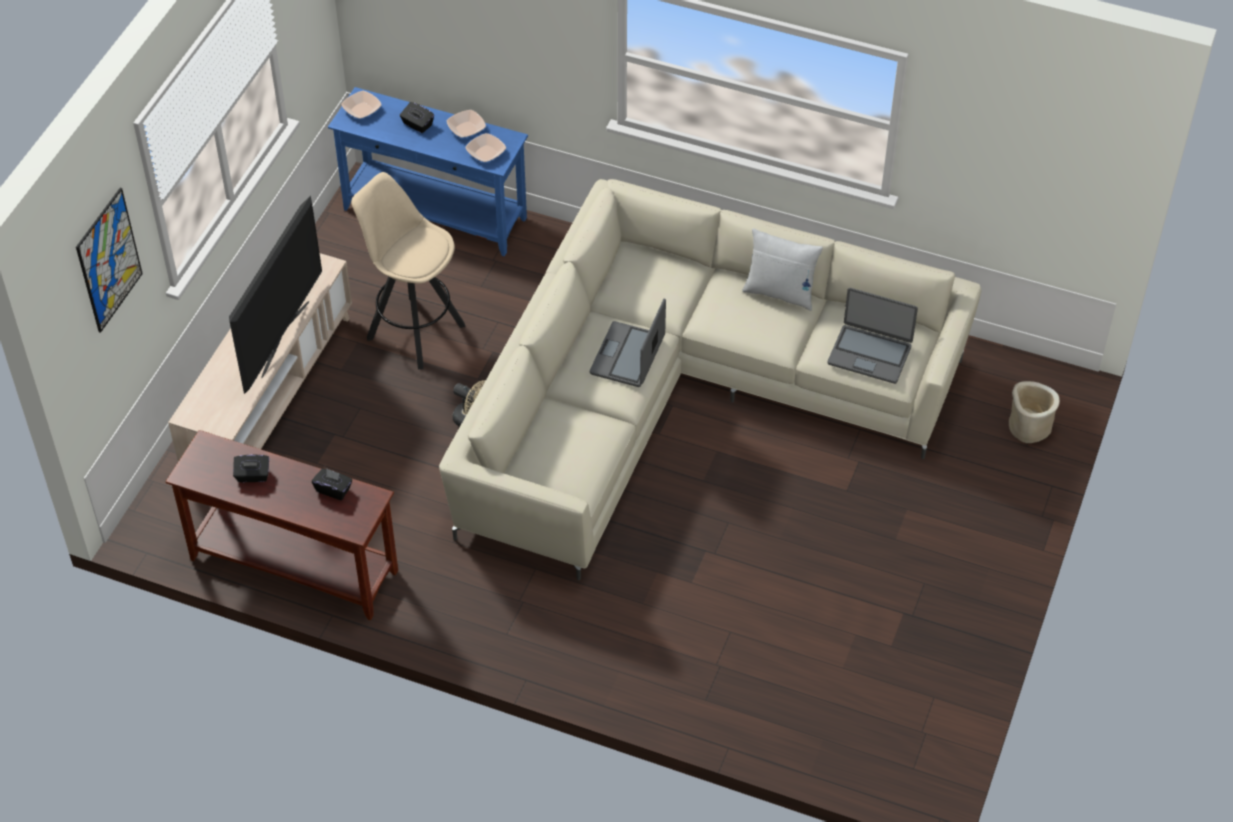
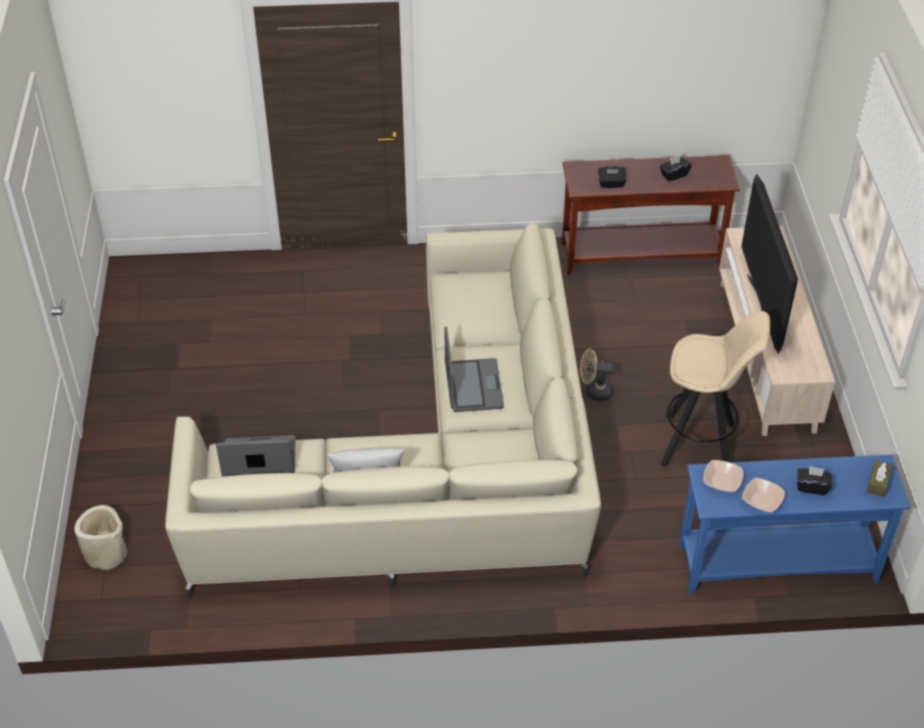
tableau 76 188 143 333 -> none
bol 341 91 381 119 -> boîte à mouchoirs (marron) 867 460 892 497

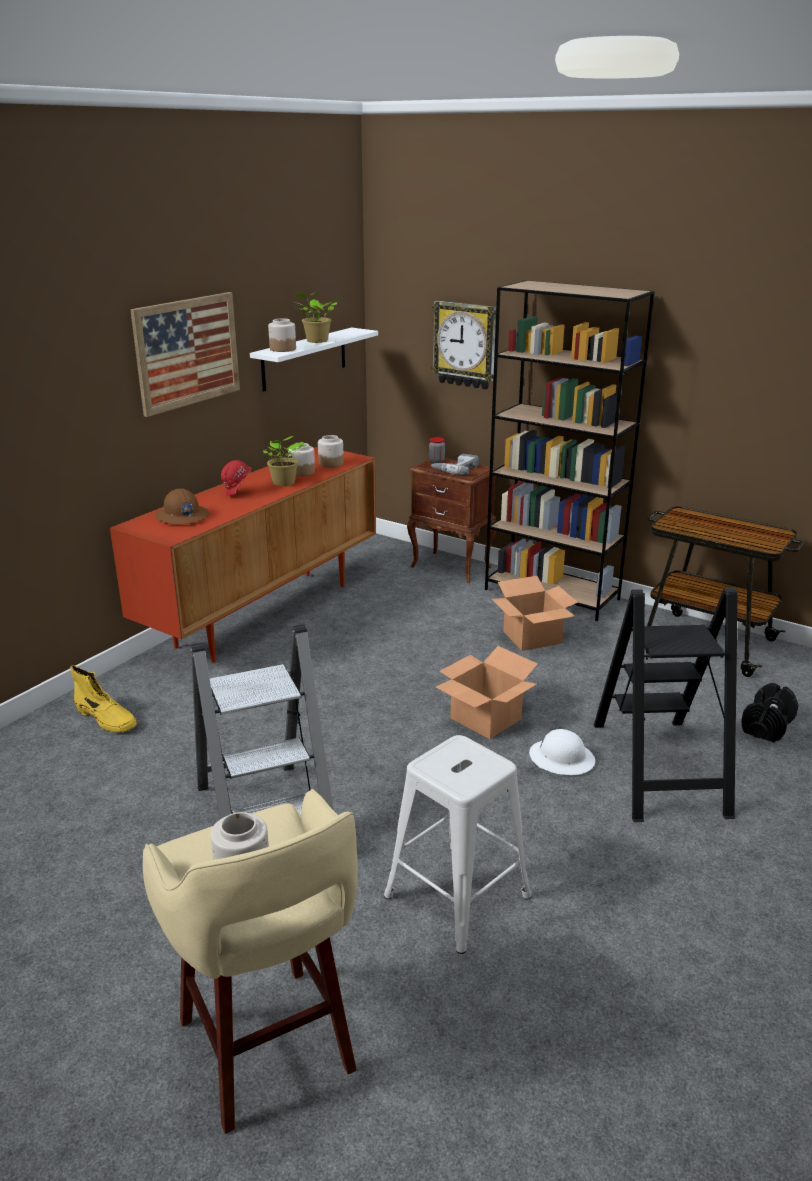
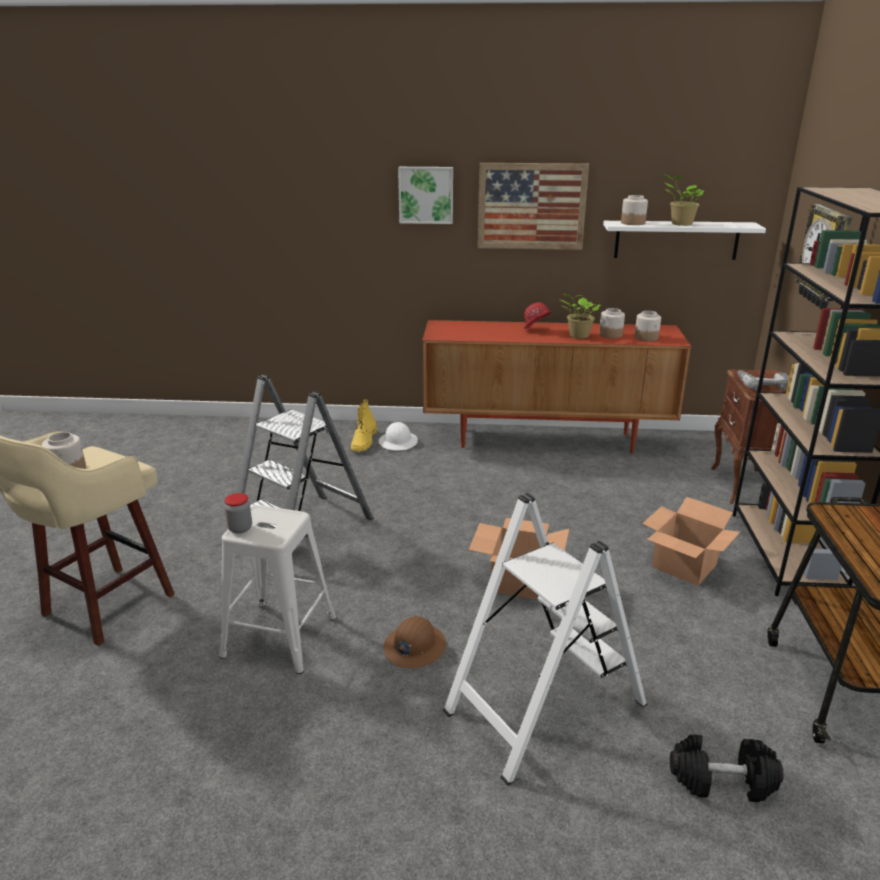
none -> tableau 398 167 453 224
casque de chantier (marron) 155 489 209 524 -> casque de chantier (marron) 383 616 446 668, relocated
bocal 429 437 445 463 -> bocal 224 493 252 534, relocated
casque de chantier (blanc) 529 729 595 775 -> casque de chantier (blanc) 379 422 418 450, relocated
escabeau (noir) 593 587 738 822 -> escabeau (blanc) 443 493 648 786

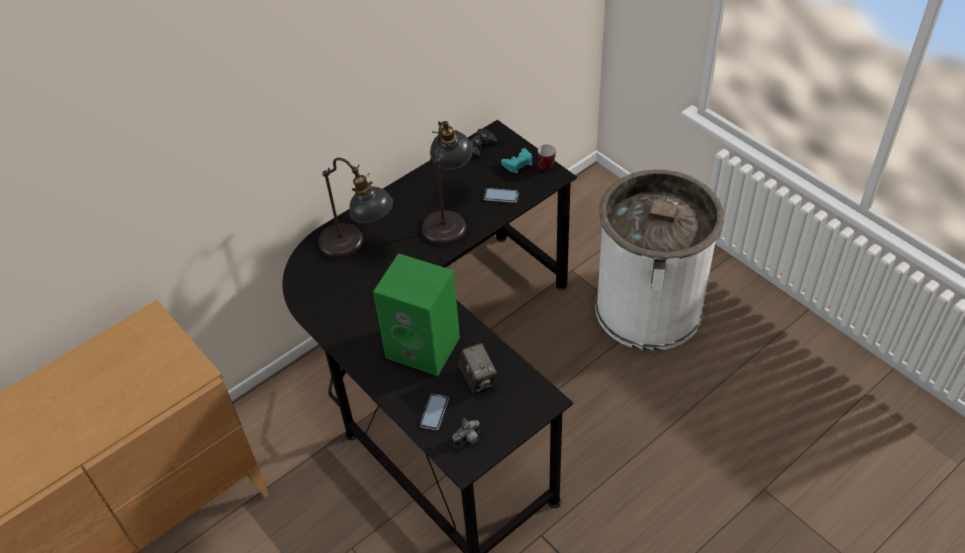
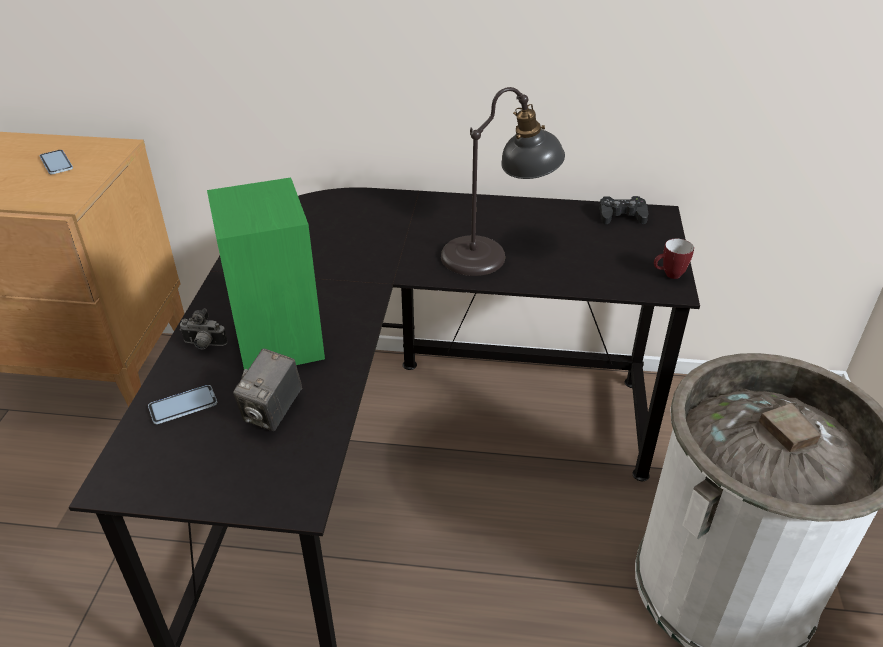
lampe de table (gris) 318 158 393 258 -> none
manette (turquoise) 501 148 532 173 -> none
appareil photo 452 418 480 447 -> appareil photo 180 308 228 349, relocated
téléphone 483 188 519 203 -> téléphone 39 150 73 174, relocated

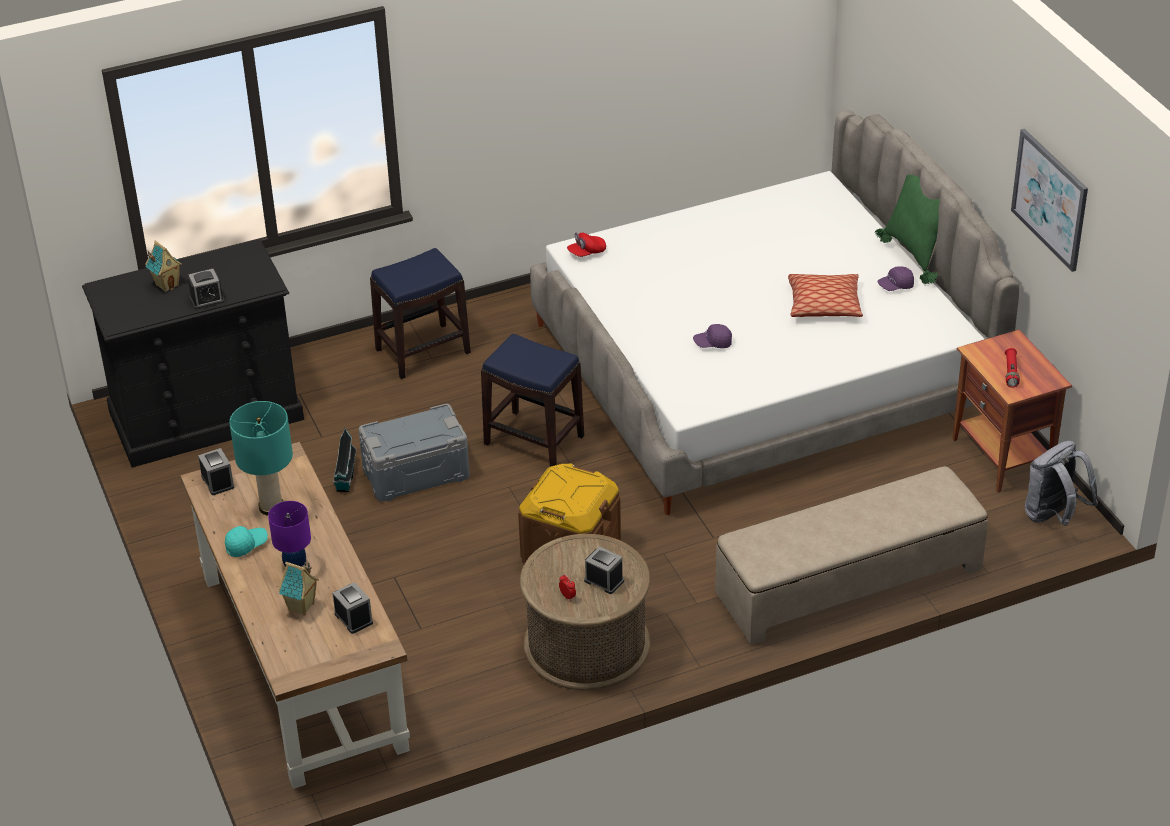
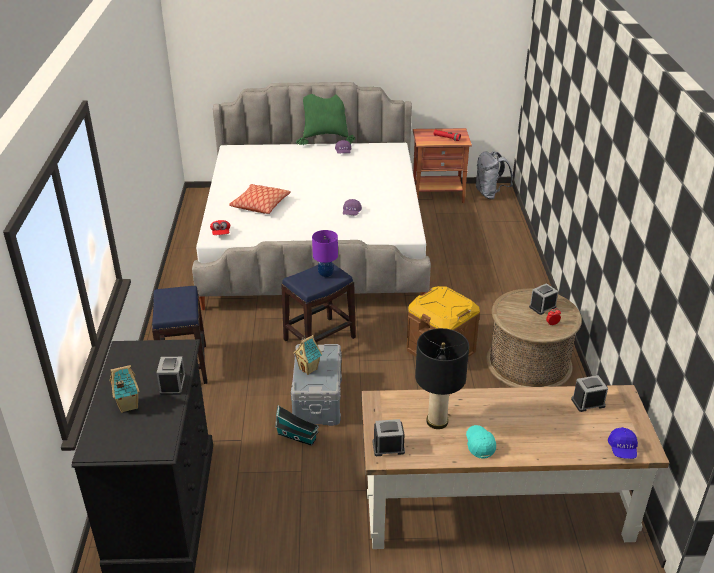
banc (beige) 715 466 988 644 -> none
tableau 1011 129 1088 272 -> none
none -> casquette (bleu) 608 427 638 459
lampe de table (violet) 268 501 311 567 -> lampe de table (violet) 312 230 338 277, relocated
maison miniature 278 562 319 616 -> maison miniature 293 335 322 375, relocated
coussin 788 274 863 317 -> coussin 229 184 291 214, relocated
lampe de table (turquoise) 229 401 293 516 -> lampe de table (noir) 415 328 469 429

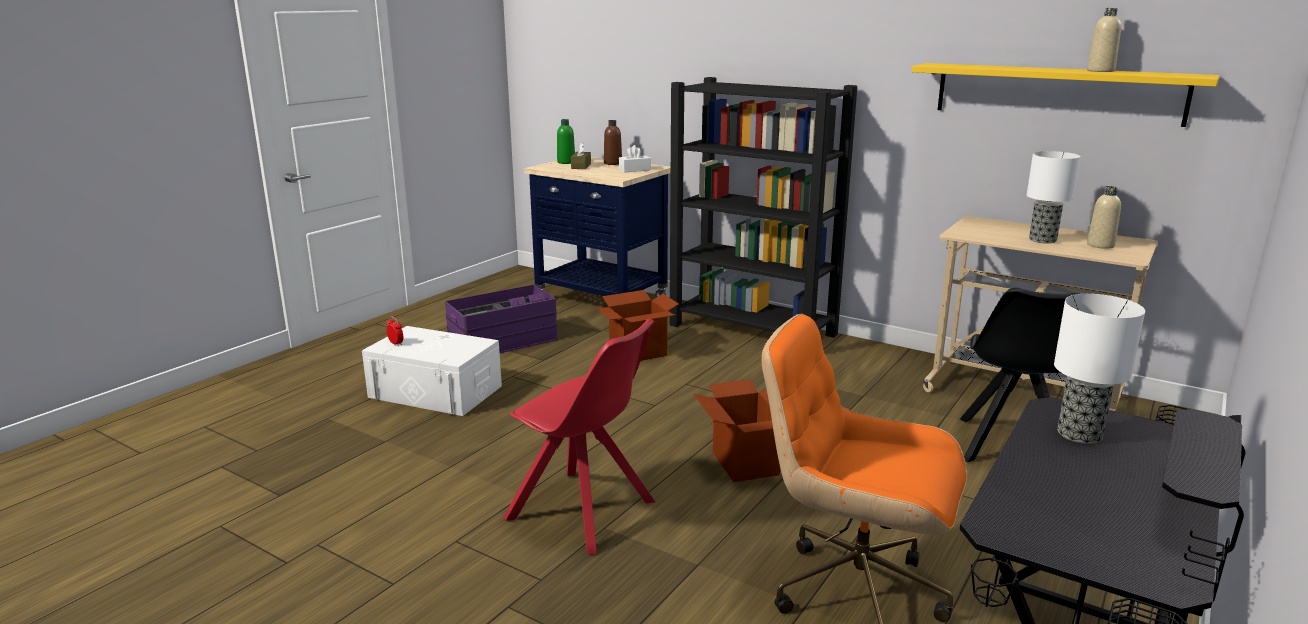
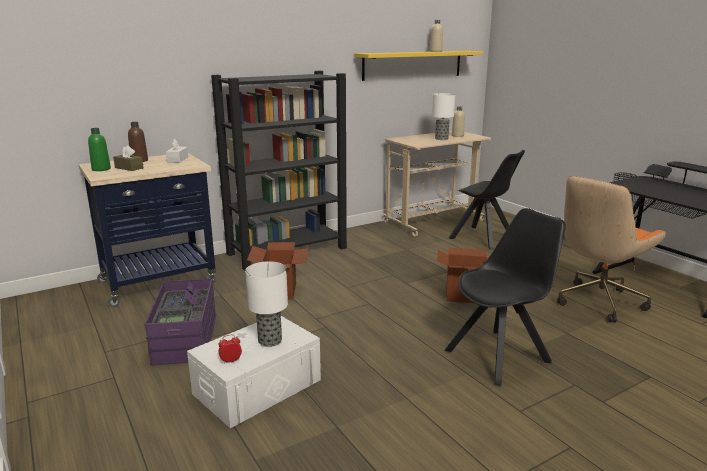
lampe de table 1054 294 1145 444 -> lampe de table 245 261 288 347, relocated
chaise (rouge) 504 319 655 555 -> chaise (noir) 445 208 566 386

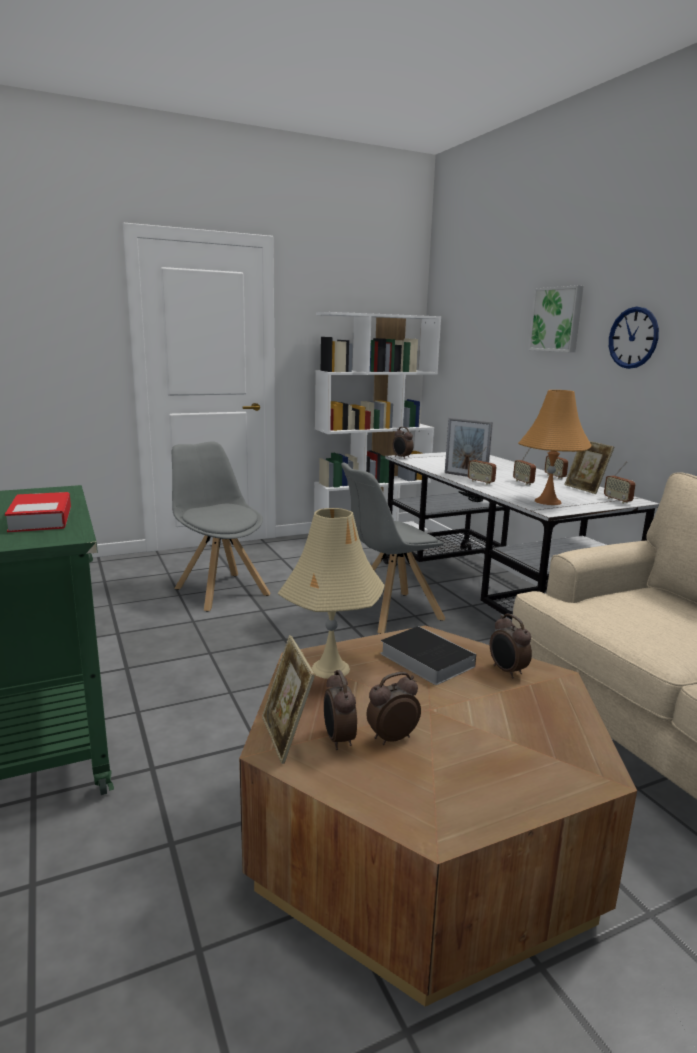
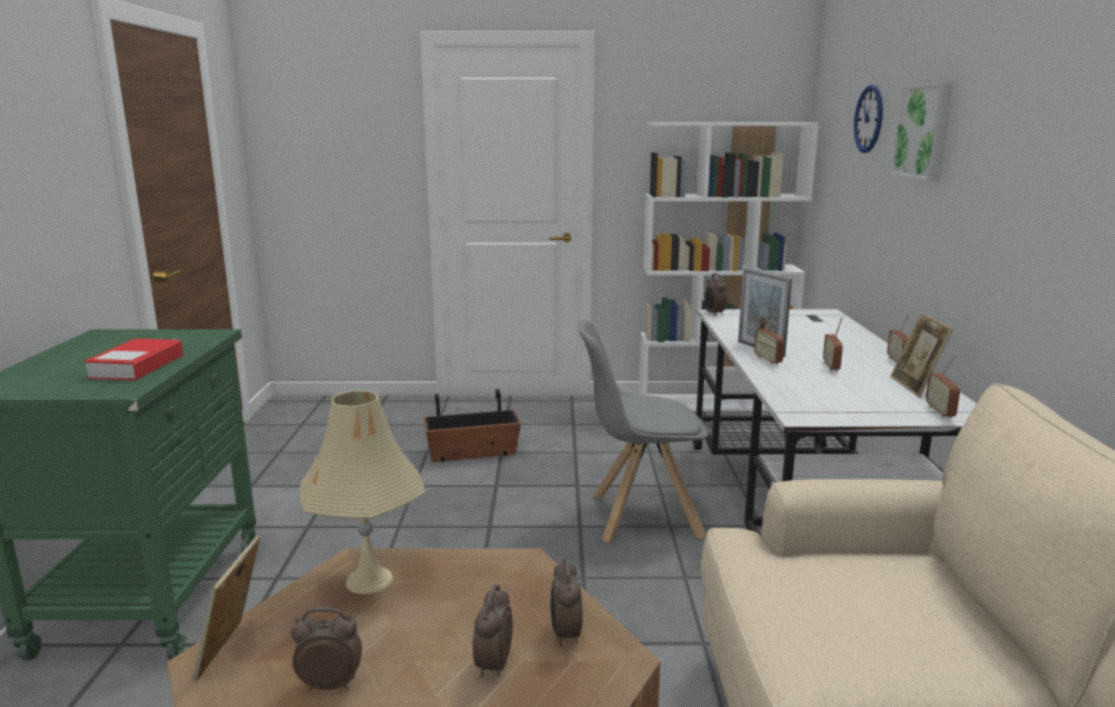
livre 380 626 476 685 -> none
lampe de table (orange) 518 390 592 505 -> none
réveil 324 670 357 750 -> réveil 473 585 513 678, relocated
horloge murale 609 307 659 369 -> horloge murale 854 85 883 153, relocated
chaise (gris) 171 442 271 611 -> cache-pot 423 389 521 462

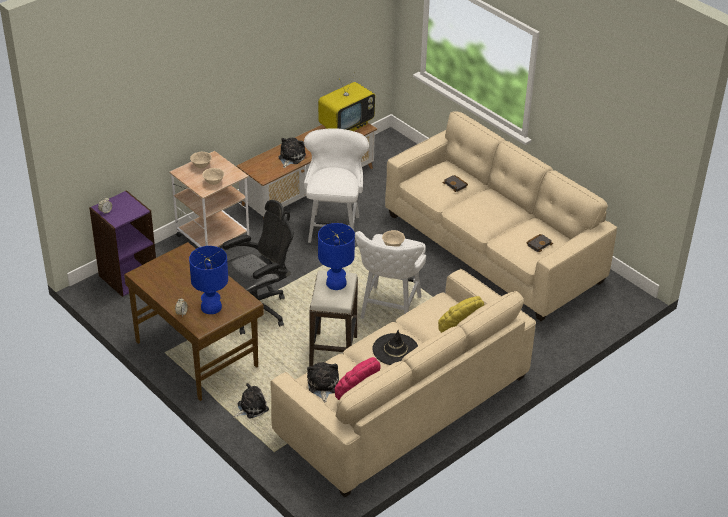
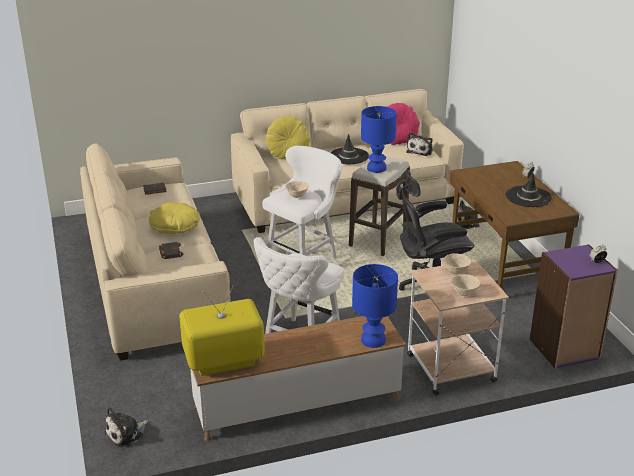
none -> coussin (jaune) 149 202 200 234
none -> chapeau (noir) 506 173 552 207
lampe de table (bleu) 189 246 228 314 -> lampe de table (bleu) 352 264 398 348, relocated
peluche 278 138 306 168 -> peluche 104 407 148 447, relocated

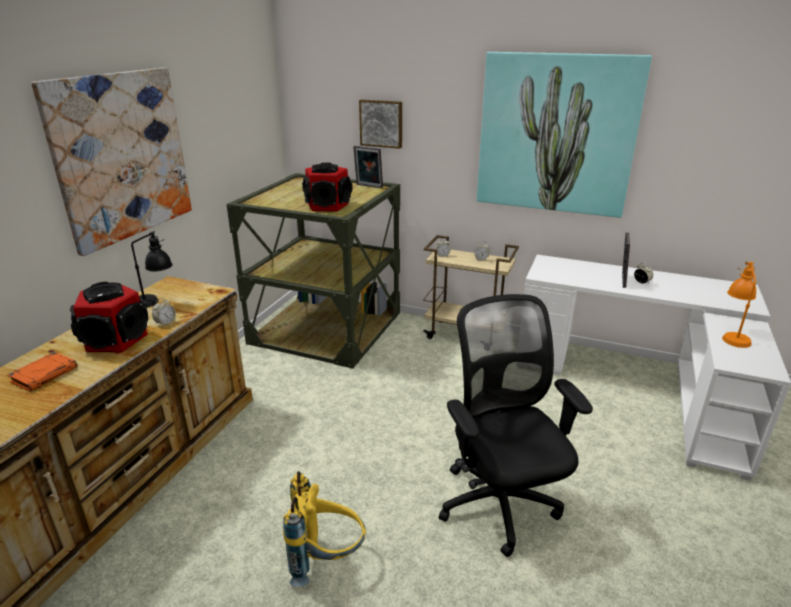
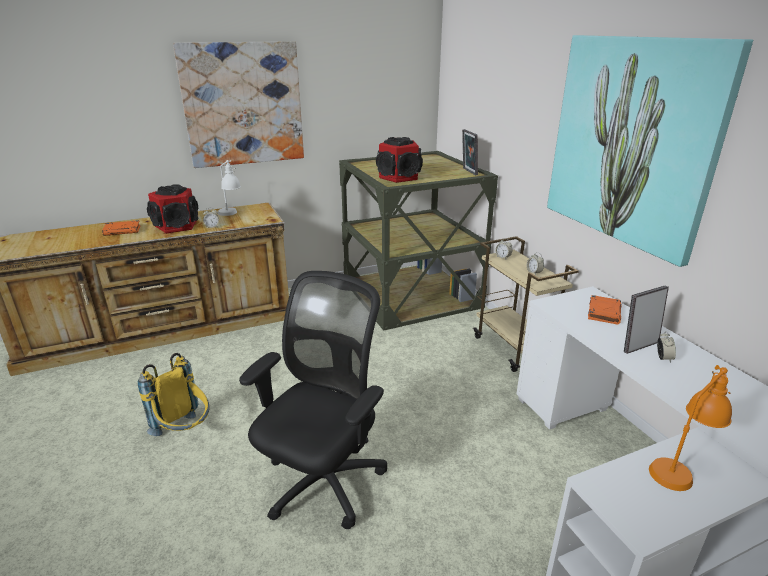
tableau 359 99 402 149 -> none
none -> livre (orange) 588 295 622 324
lampe de table (noir) 131 231 173 308 -> lampe de table (blanc) 218 160 241 216

